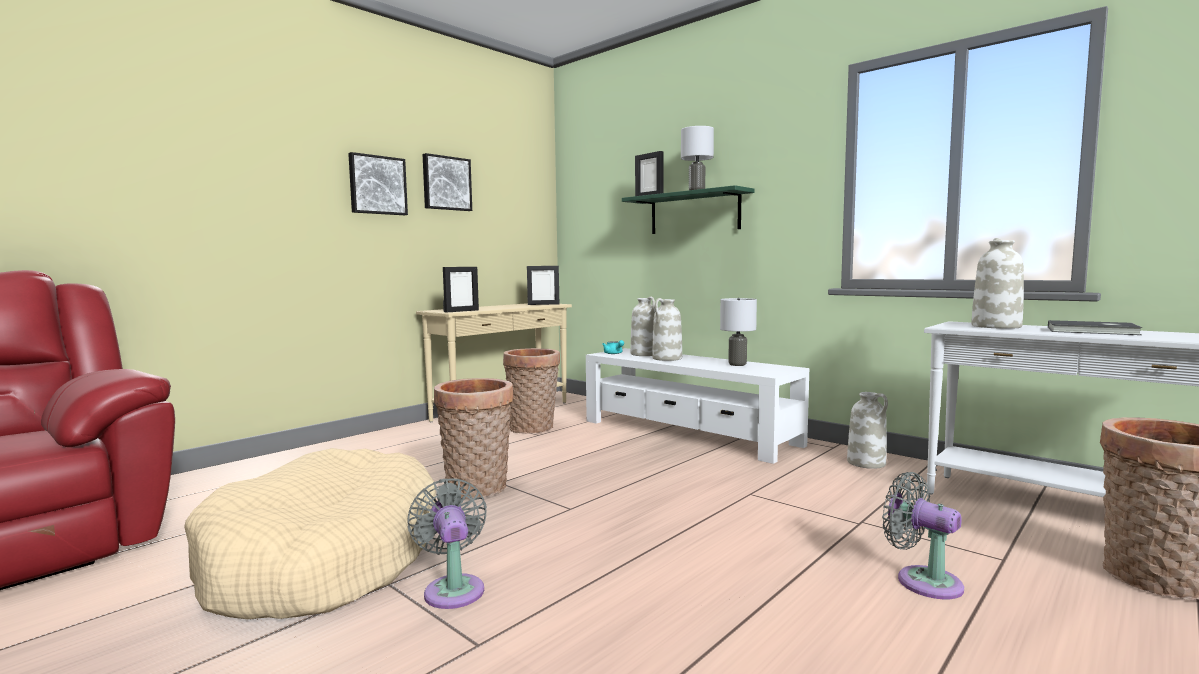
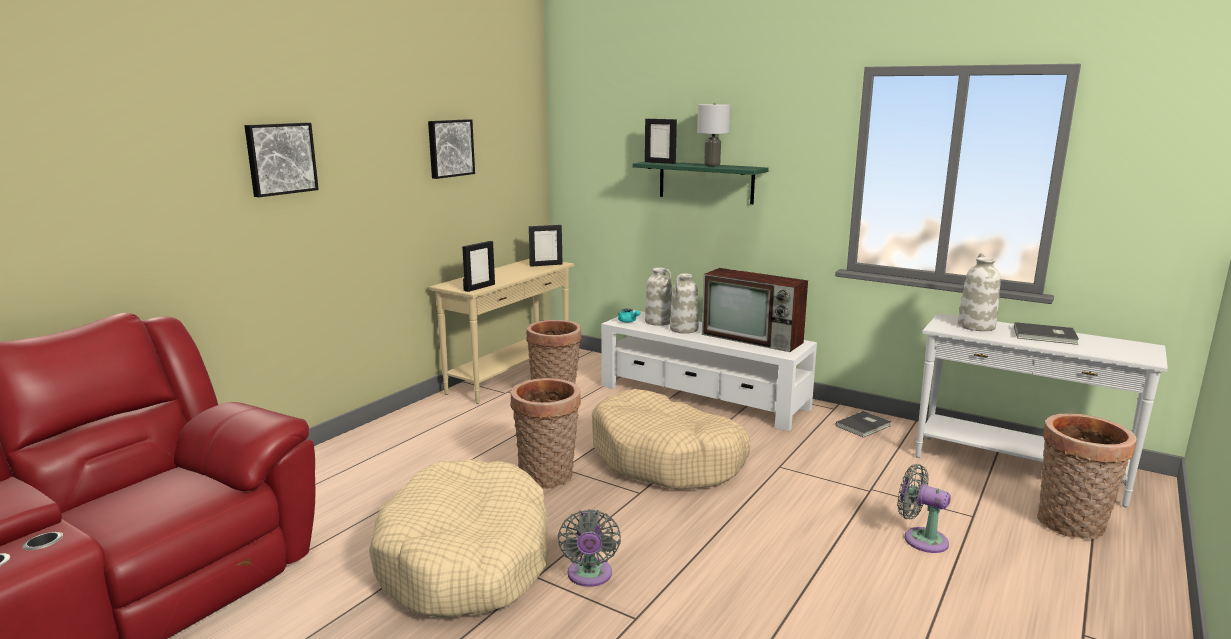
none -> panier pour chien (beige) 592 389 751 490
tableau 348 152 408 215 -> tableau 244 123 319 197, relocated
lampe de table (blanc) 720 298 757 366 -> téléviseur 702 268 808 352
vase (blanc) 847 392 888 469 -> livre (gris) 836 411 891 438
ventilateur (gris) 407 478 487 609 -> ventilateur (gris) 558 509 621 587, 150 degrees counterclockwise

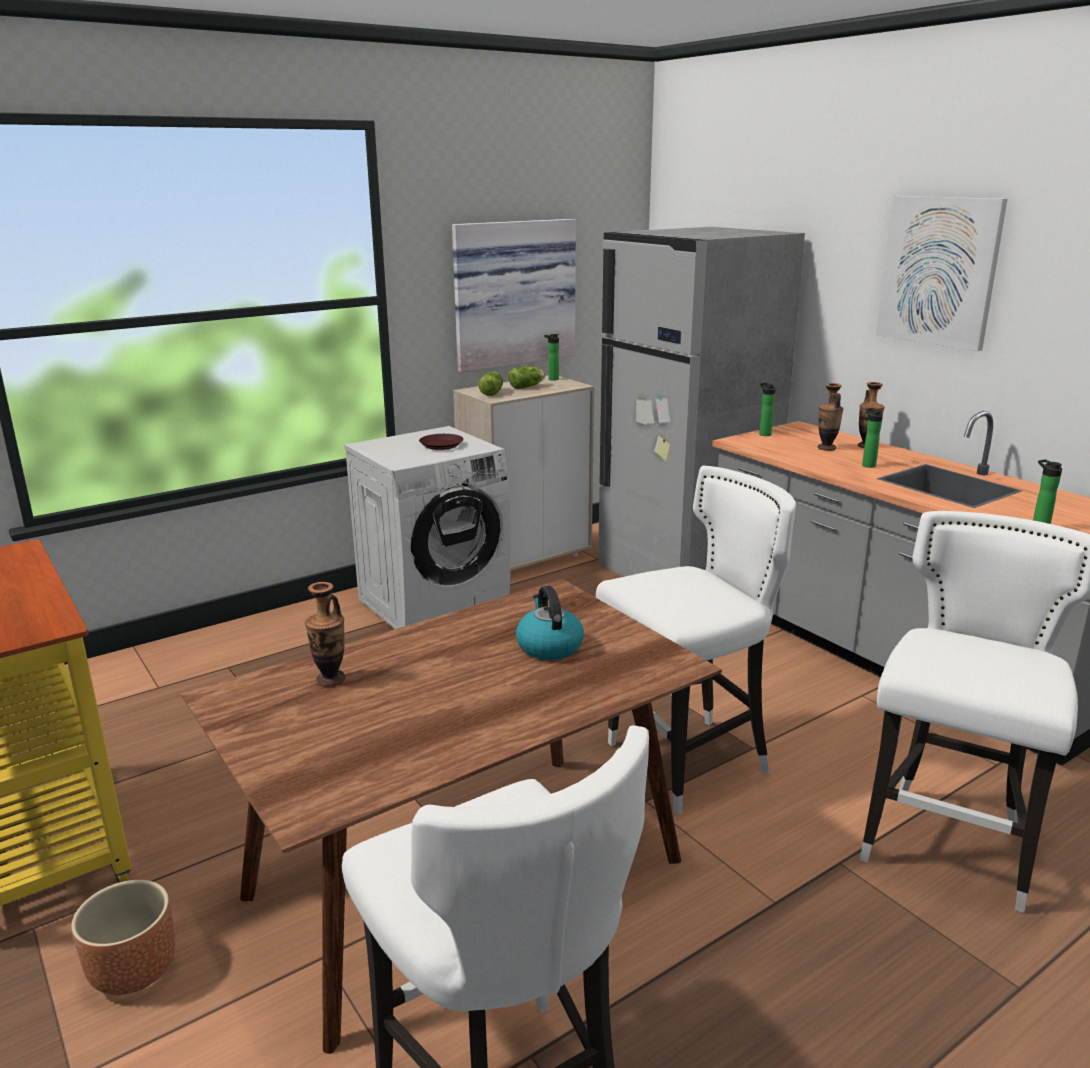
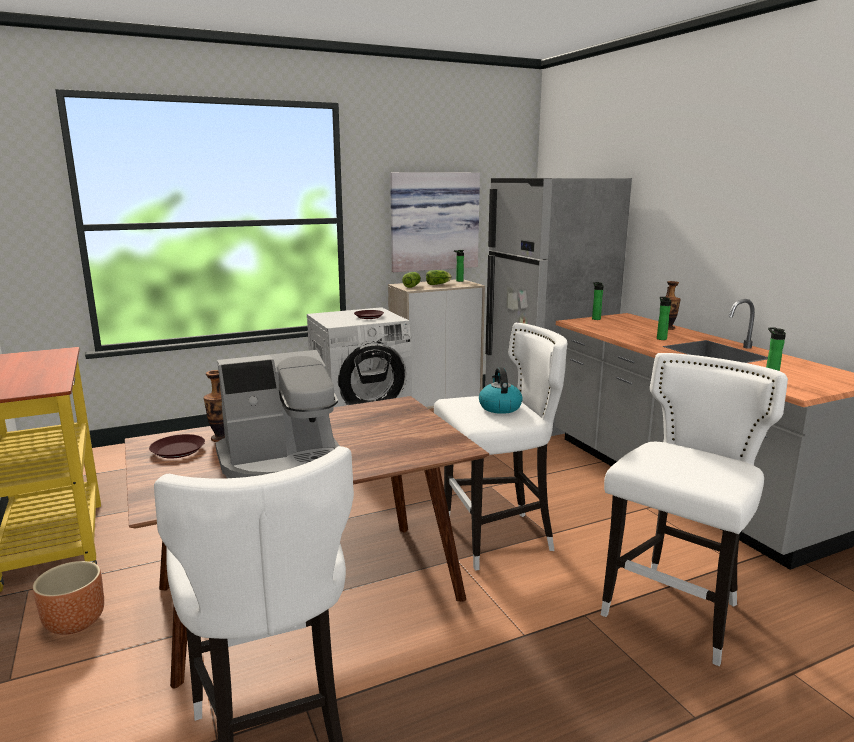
vase 817 383 843 451 -> none
tableau 876 196 1007 351 -> none
none -> assiette (marron) 149 434 205 458
none -> machine à café 215 350 340 478
bouilloire 516 586 584 660 -> bouilloire 479 367 523 414, relocated

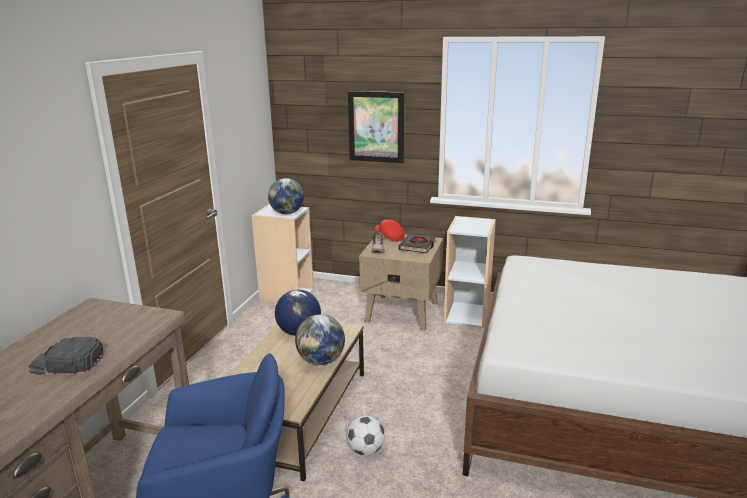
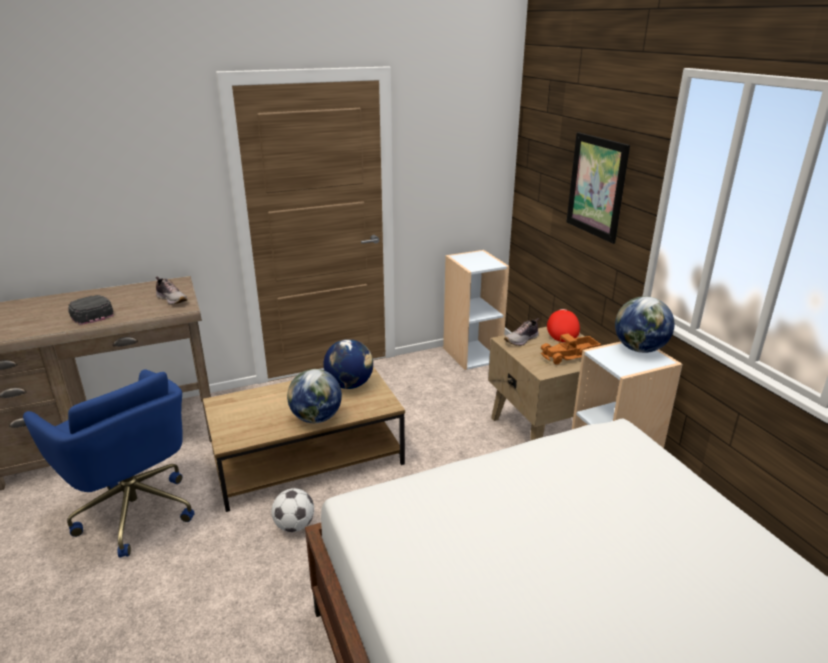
none -> chaussure 156 276 188 305
globe 268 178 304 214 -> globe 615 296 674 353, relocated
livre (noir) 398 233 436 253 -> camion jouet 541 334 601 365

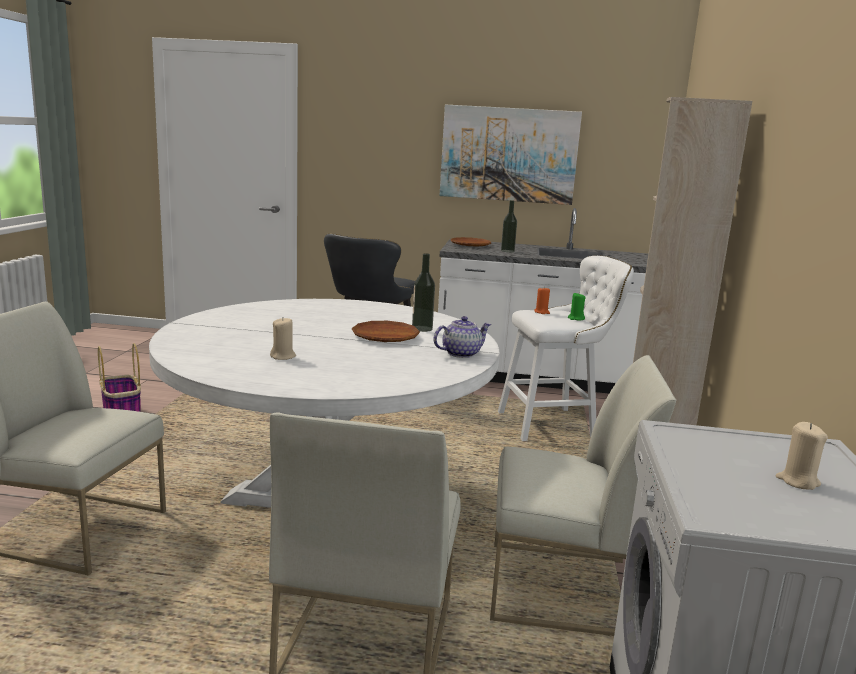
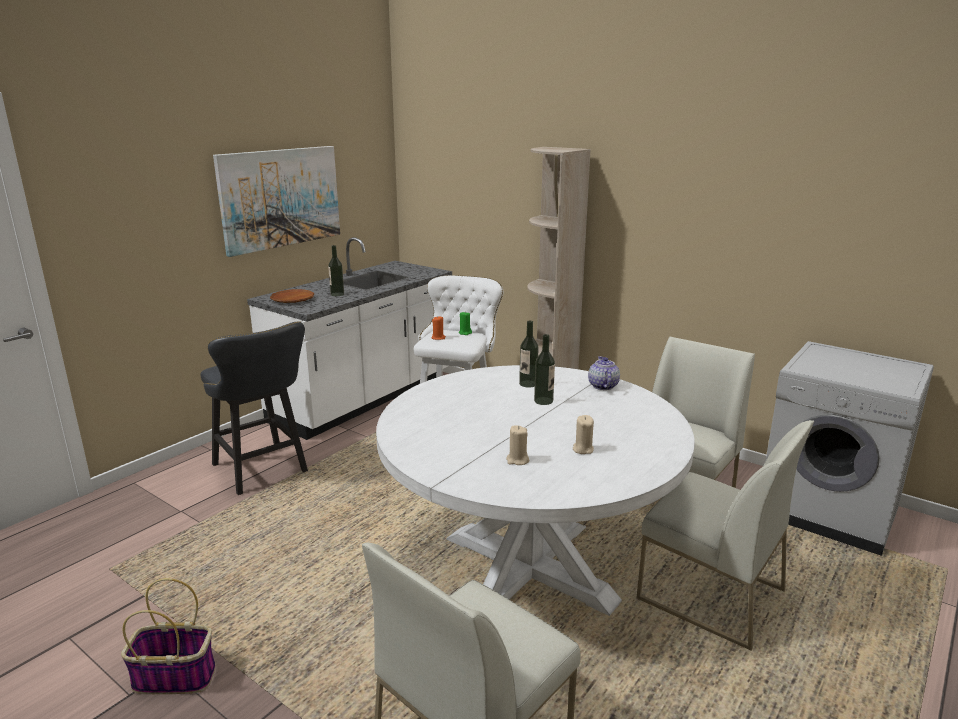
bougie (beige) 776 422 828 490 -> bougie (beige) 506 425 529 465, relocated
assiette (marron) 352 321 420 342 -> bouteille 534 334 555 405

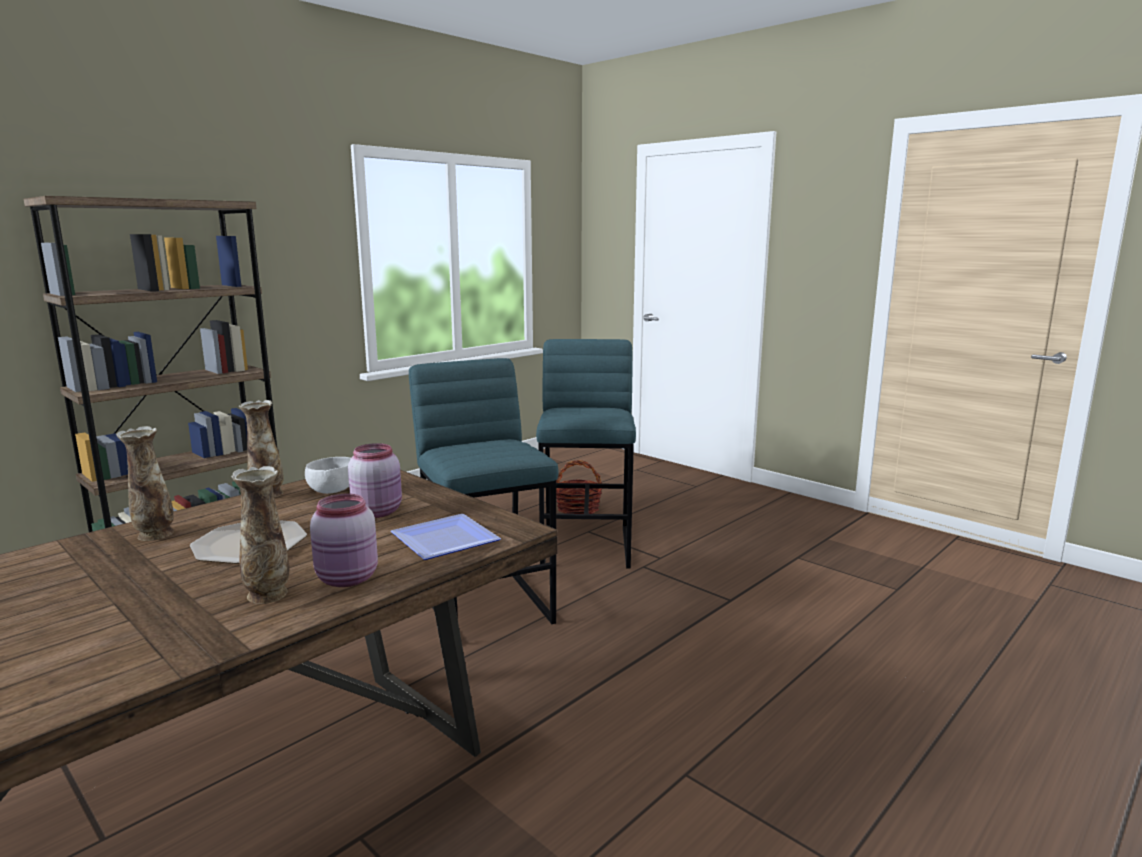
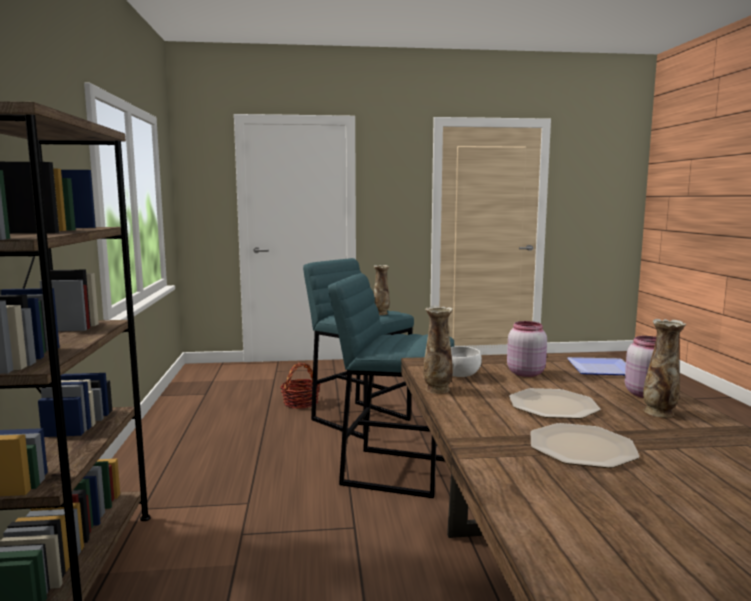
none -> assiette 530 423 640 468
vase 116 426 174 541 -> vase 374 265 389 315, relocated

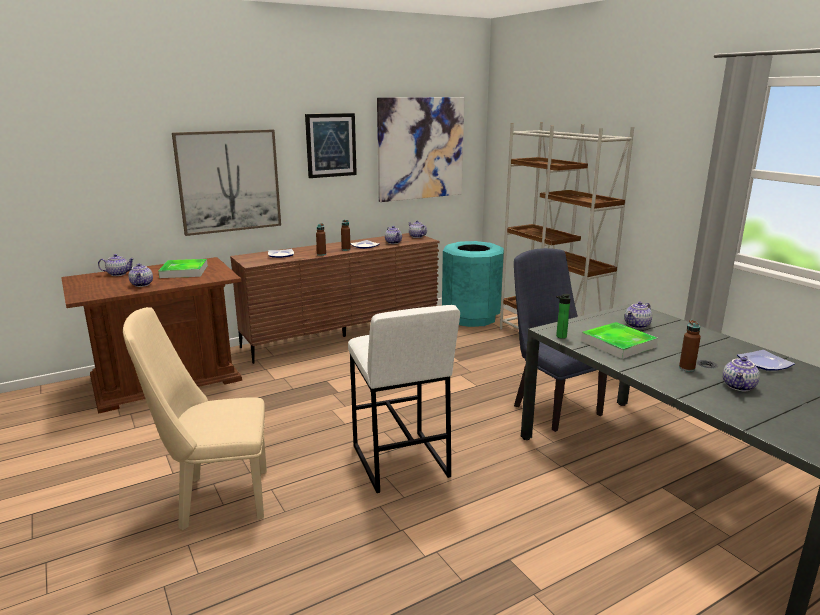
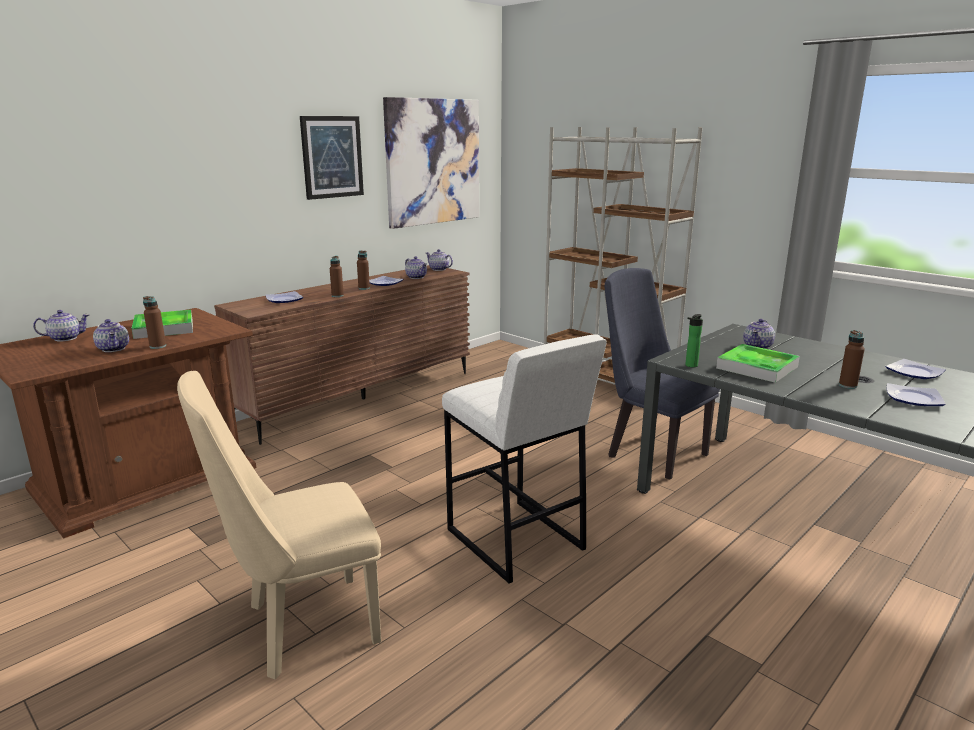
tableau 172 129 281 236 -> none
poubelle (turquoise) 442 241 504 327 -> none
none -> bouteille (marron) 143 296 166 349
théière 723 356 760 391 -> assiette 886 383 945 406

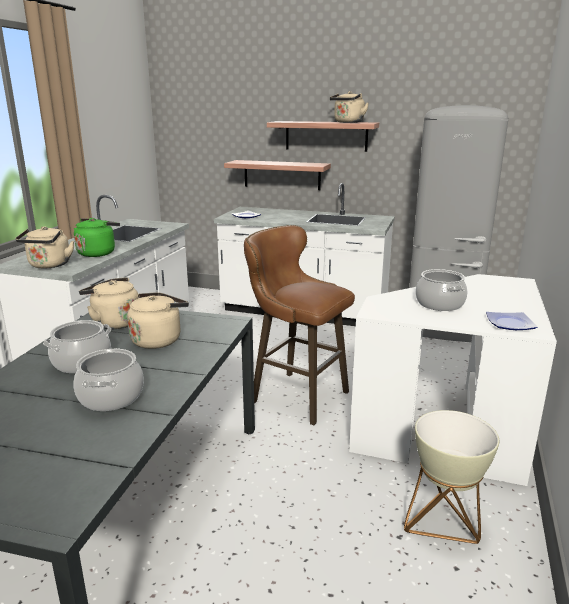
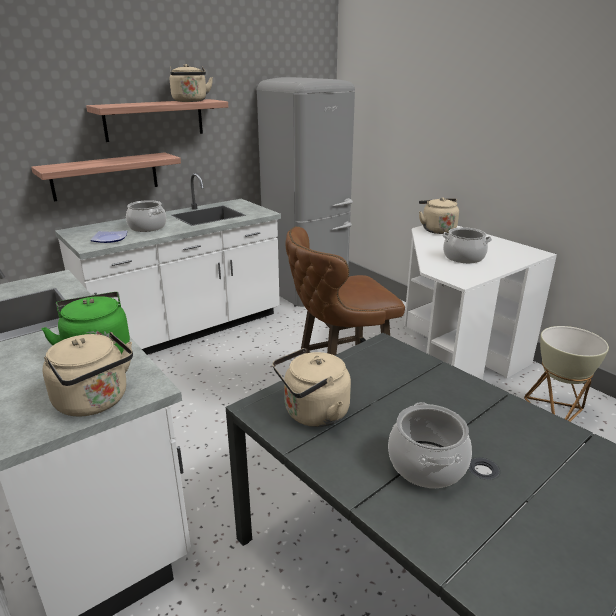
assiette 486 312 537 330 -> none
marmite 73 348 144 411 -> marmite 126 200 166 232, relocated
bouilloire (beige) 127 292 189 349 -> bouilloire (beige) 419 197 459 234, relocated

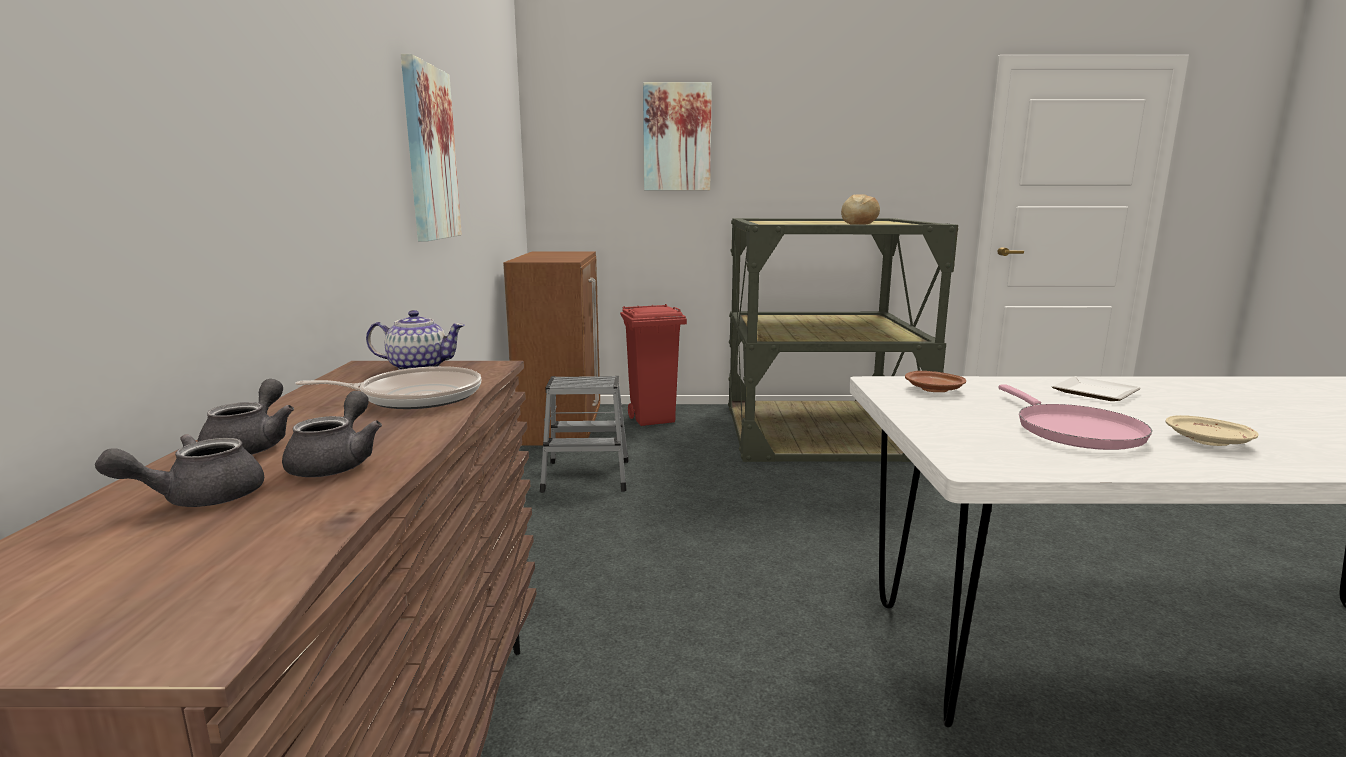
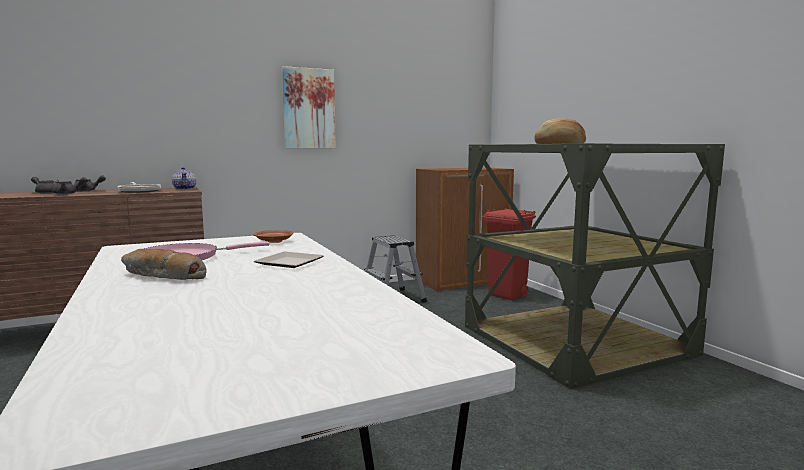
tableau 643 82 712 190 -> none
assiette (beige) 1166 415 1259 446 -> pain 121 249 207 280

